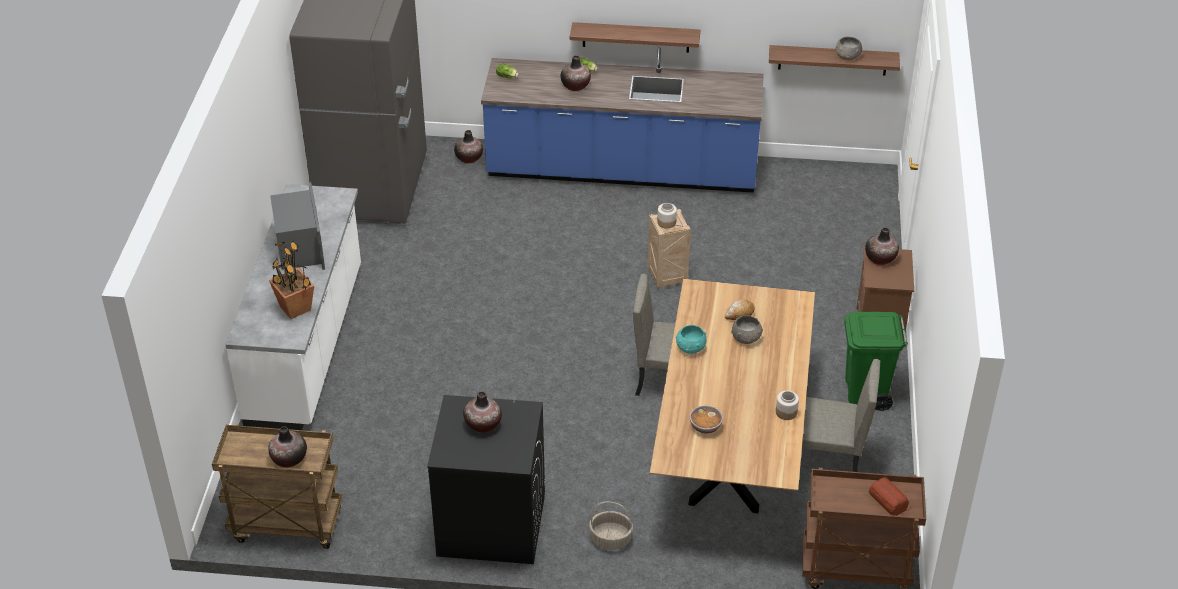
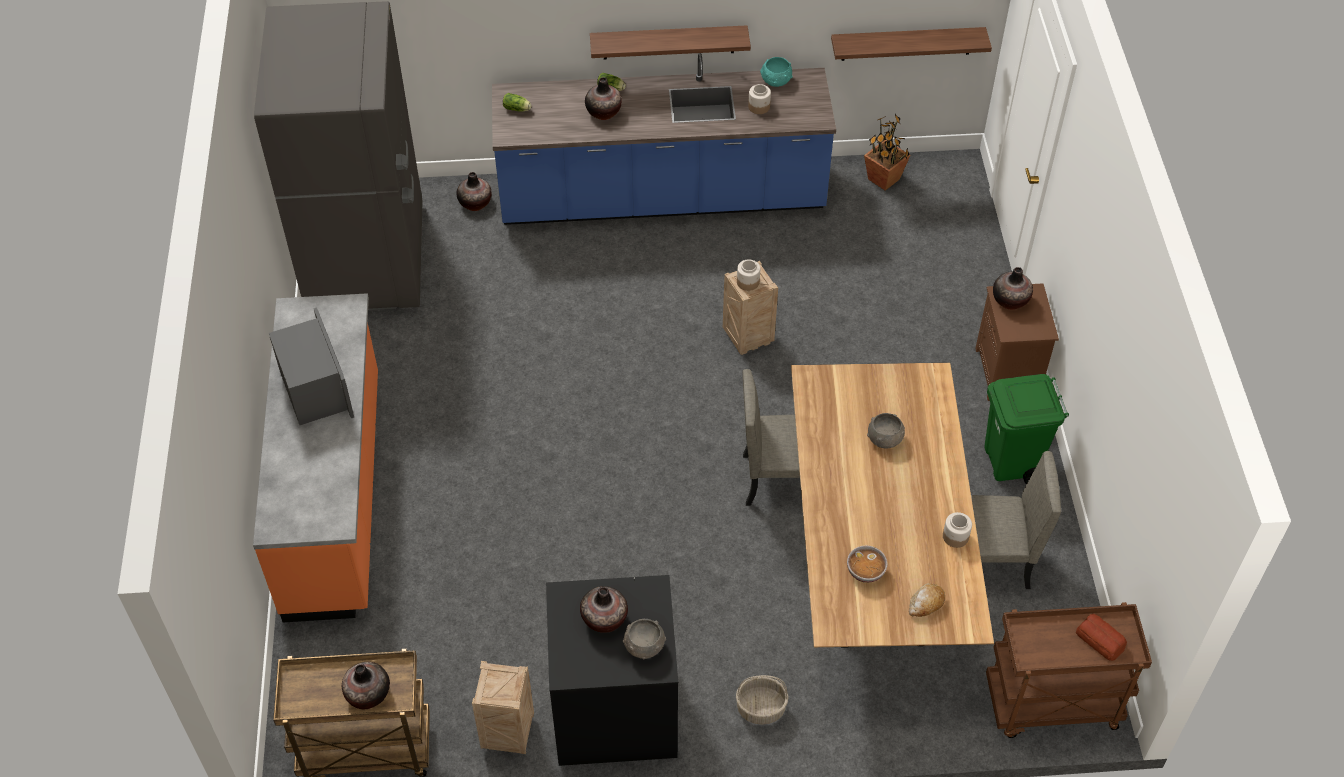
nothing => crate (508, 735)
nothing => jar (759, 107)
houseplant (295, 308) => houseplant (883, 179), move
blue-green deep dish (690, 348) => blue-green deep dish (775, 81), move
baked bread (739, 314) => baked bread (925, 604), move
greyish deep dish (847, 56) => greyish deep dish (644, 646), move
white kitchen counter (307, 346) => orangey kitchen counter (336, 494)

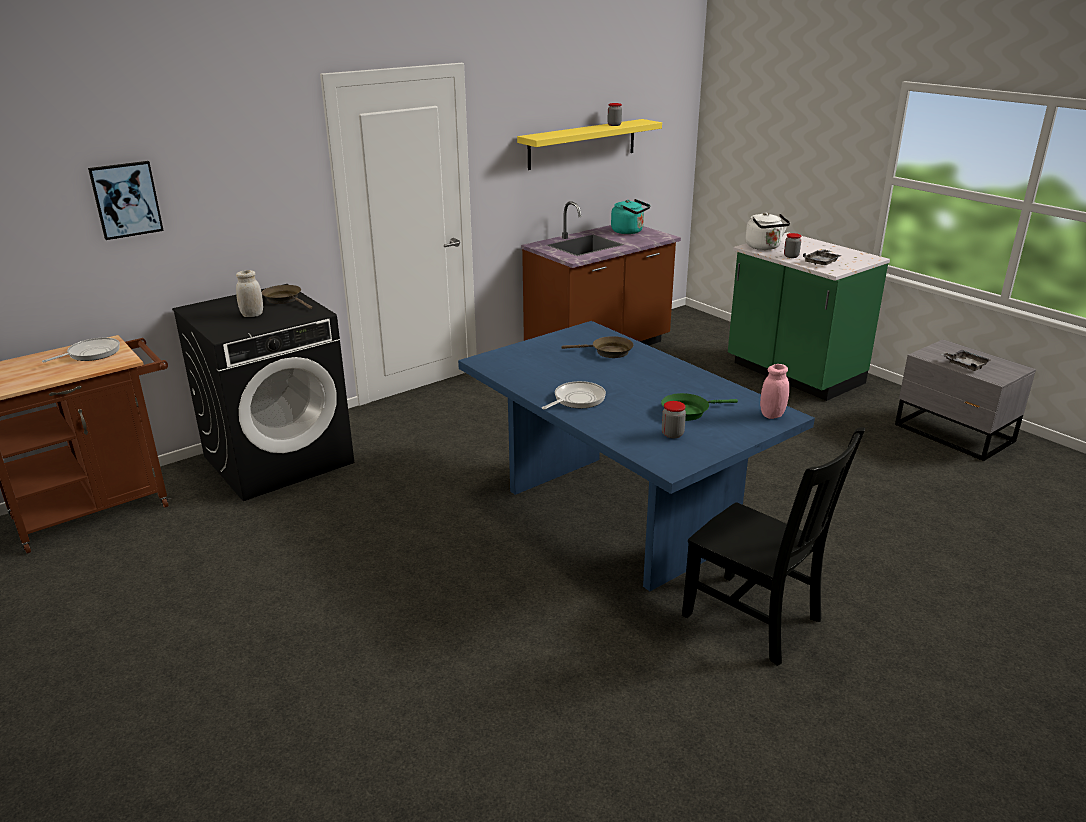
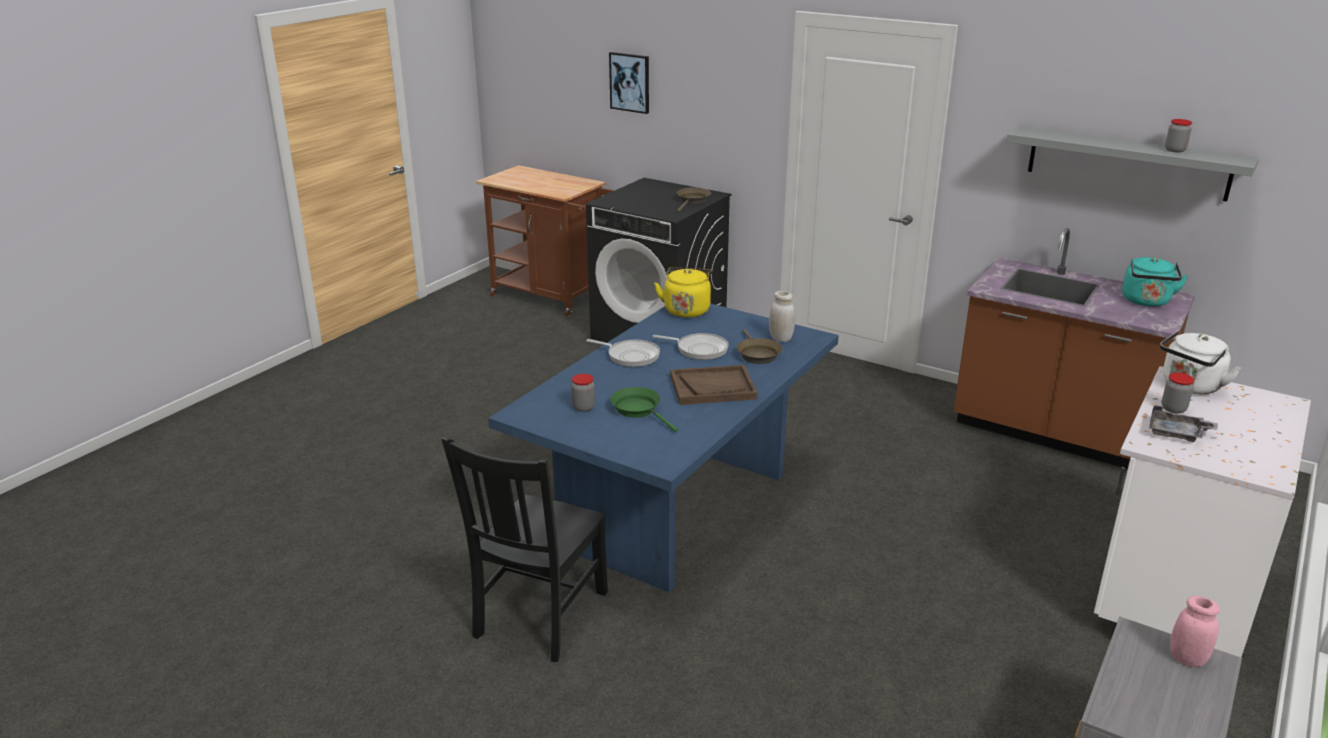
greyish serving tray (965, 365) => nothing
nothing => yellowish water kettle (686, 310)
nothing => brown serving tray (713, 387)
frying pan (91, 354) => frying pan (699, 349), move
white jar (252, 315) => white jar (780, 338), move
pinkish jar (772, 415) => pinkish jar (1187, 659), move
yellowish wall shelf (582, 144) => greyish wall shelf (1128, 163)
greenish kitchen counter (793, 374) => white kitchen counter (1170, 601)

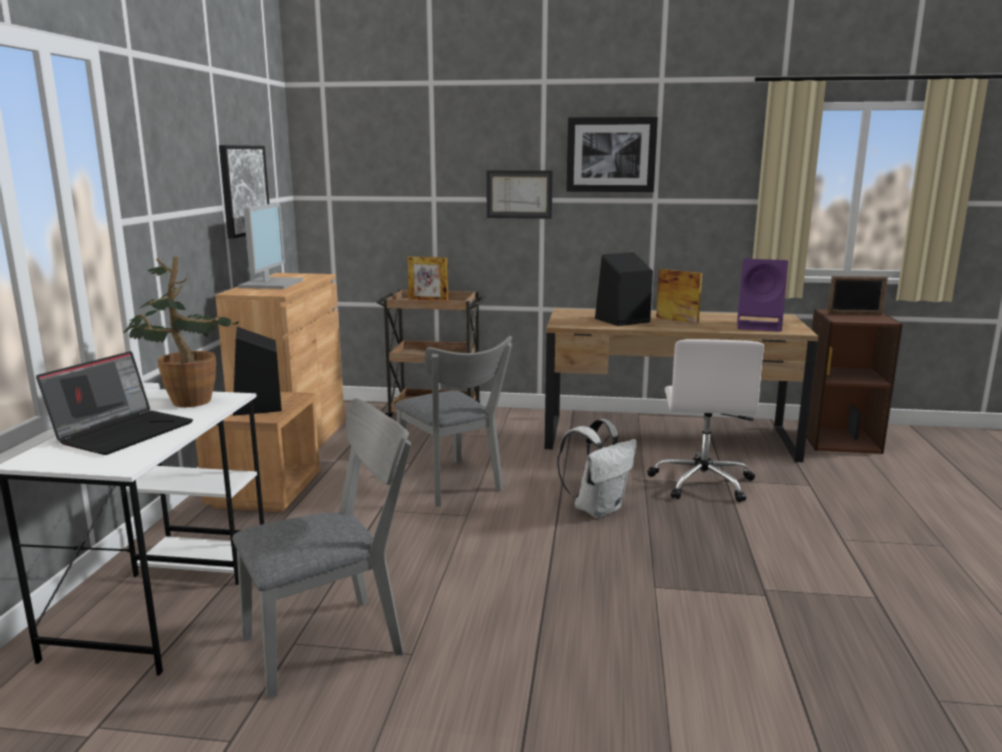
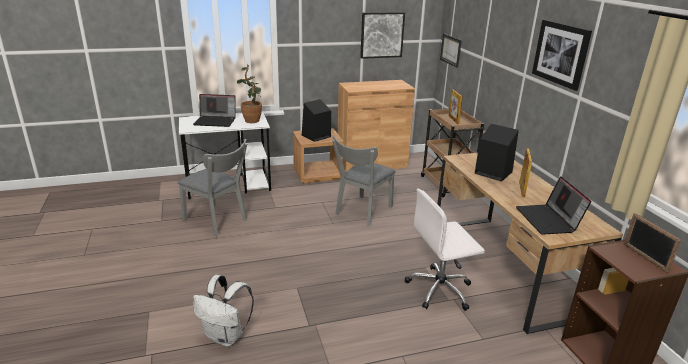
computer screen (271, 284) => nothing
wall art (519, 194) => wall art (451, 50), move
white backpack (597, 509) => white backpack (226, 336), move
purple-coloured loudspeaker (760, 326) => laptop (548, 220)

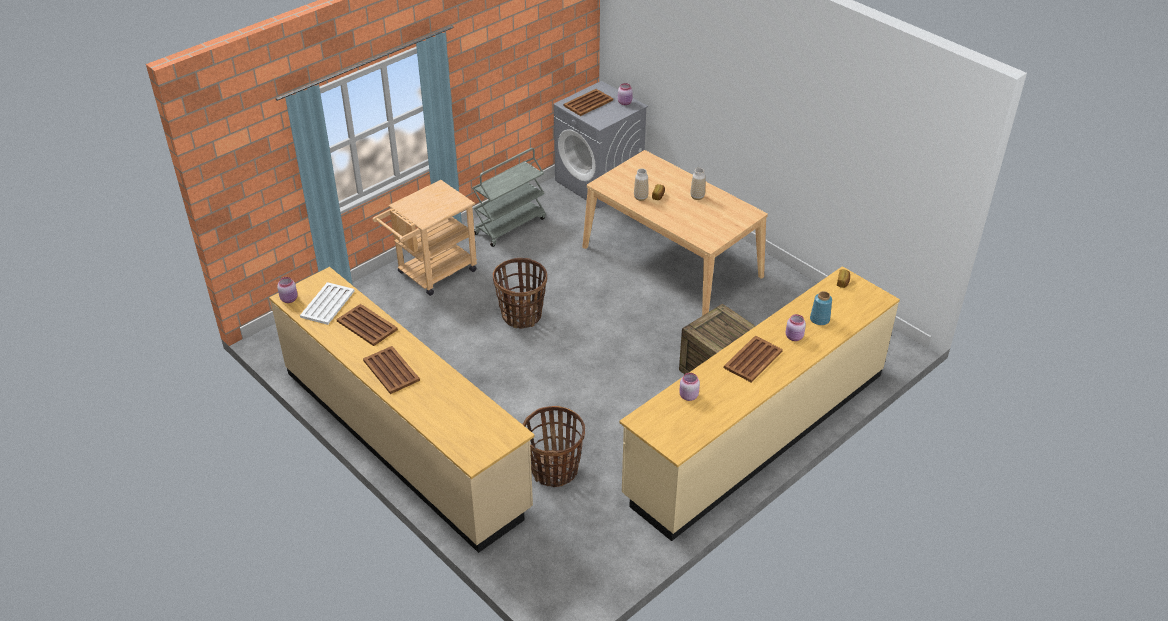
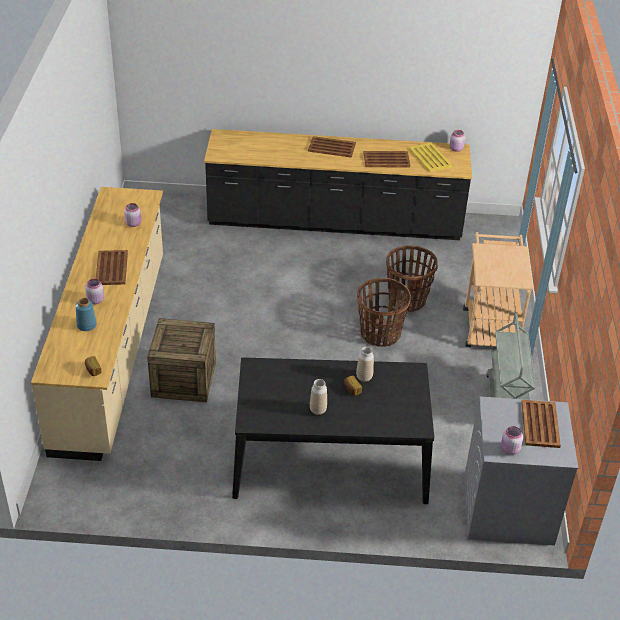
storage basket (554, 470) => storage basket (407, 299), move
sand-coloured kitchen counter (404, 438) => black kitchen counter (334, 222)
white serving tray (328, 303) => yellowish serving tray (430, 158)
sand-coloured dining table (671, 261) => black dining table (330, 459)

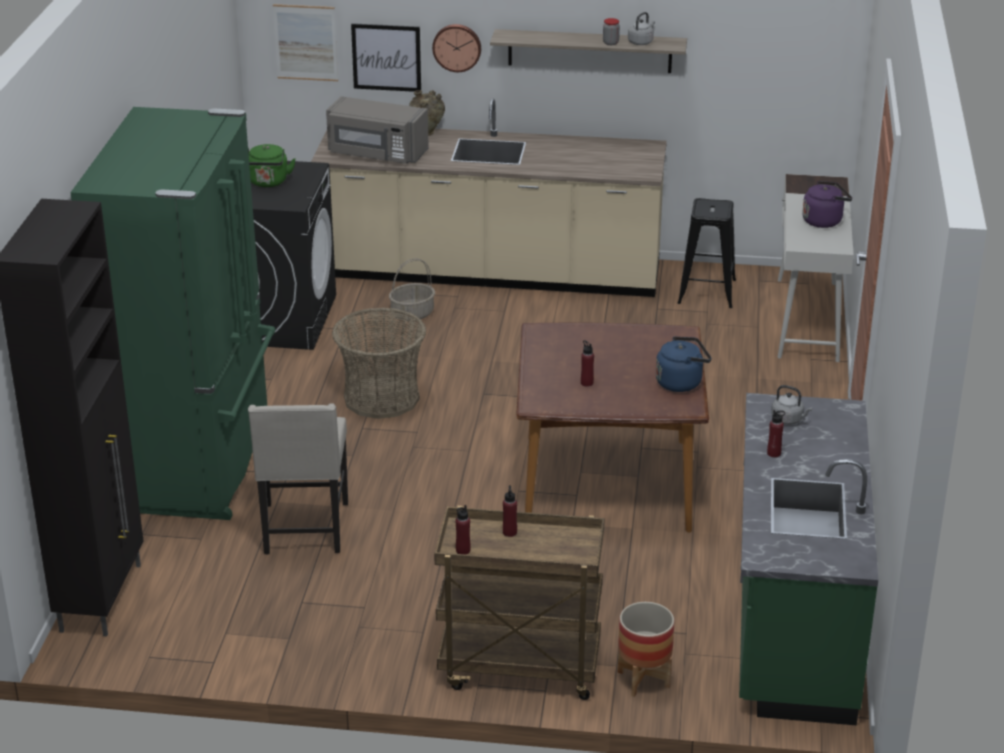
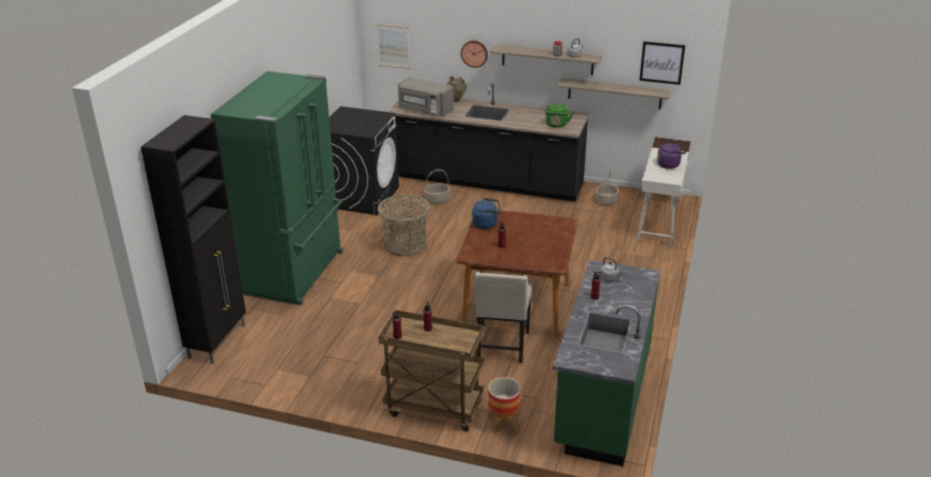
nothing => wall shelf (614, 93)
greenish water kettle (268, 182) => greenish water kettle (556, 125), move
sand-coloured chair (304, 530) => sand-coloured chair (502, 346), move
wall art (386, 57) => wall art (662, 63), move
blue water kettle (681, 382) => blue water kettle (486, 224), move
black stool (707, 292) => storage basket (606, 201)
sand-coloured kitchen counter (491, 273) => black kitchen counter (487, 181)

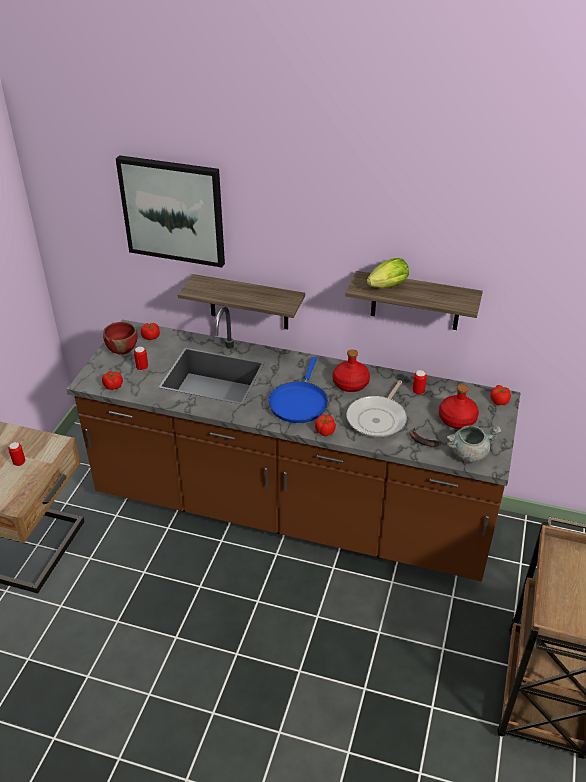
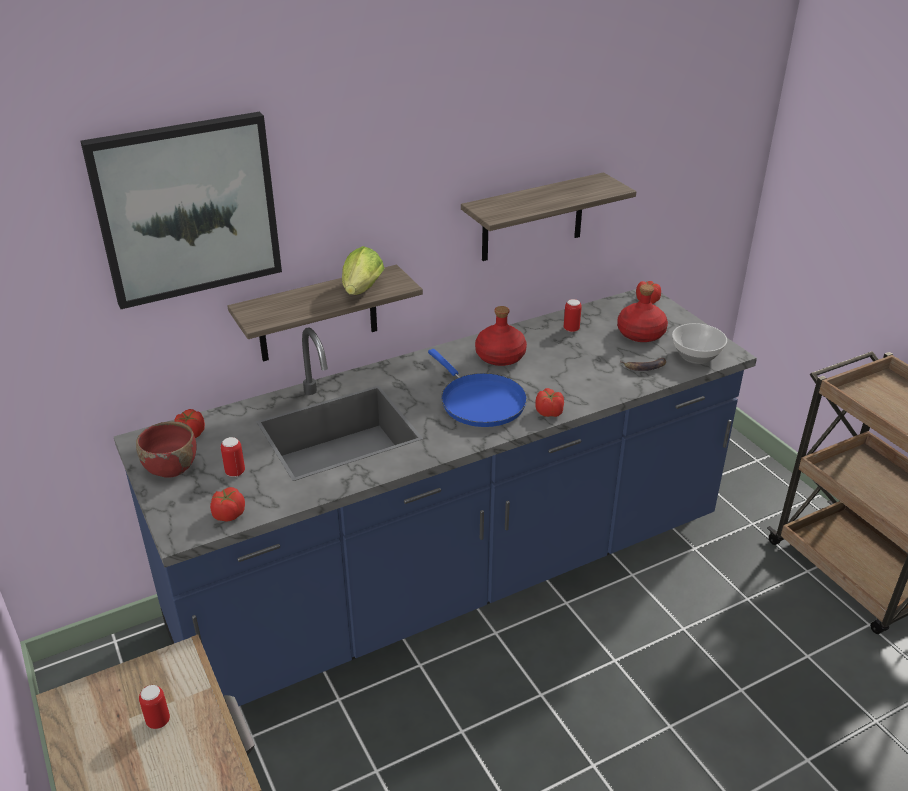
frying pan (378, 418) => nothing
lettuce head (385, 287) => lettuce head (361, 292), move
greyish saucepot (468, 454) => deep dish (695, 355)
brown kitchen counter (292, 510) => blue kitchen counter (453, 577)

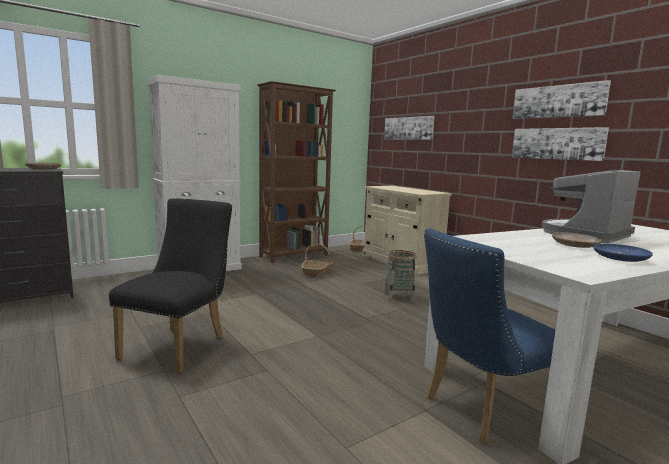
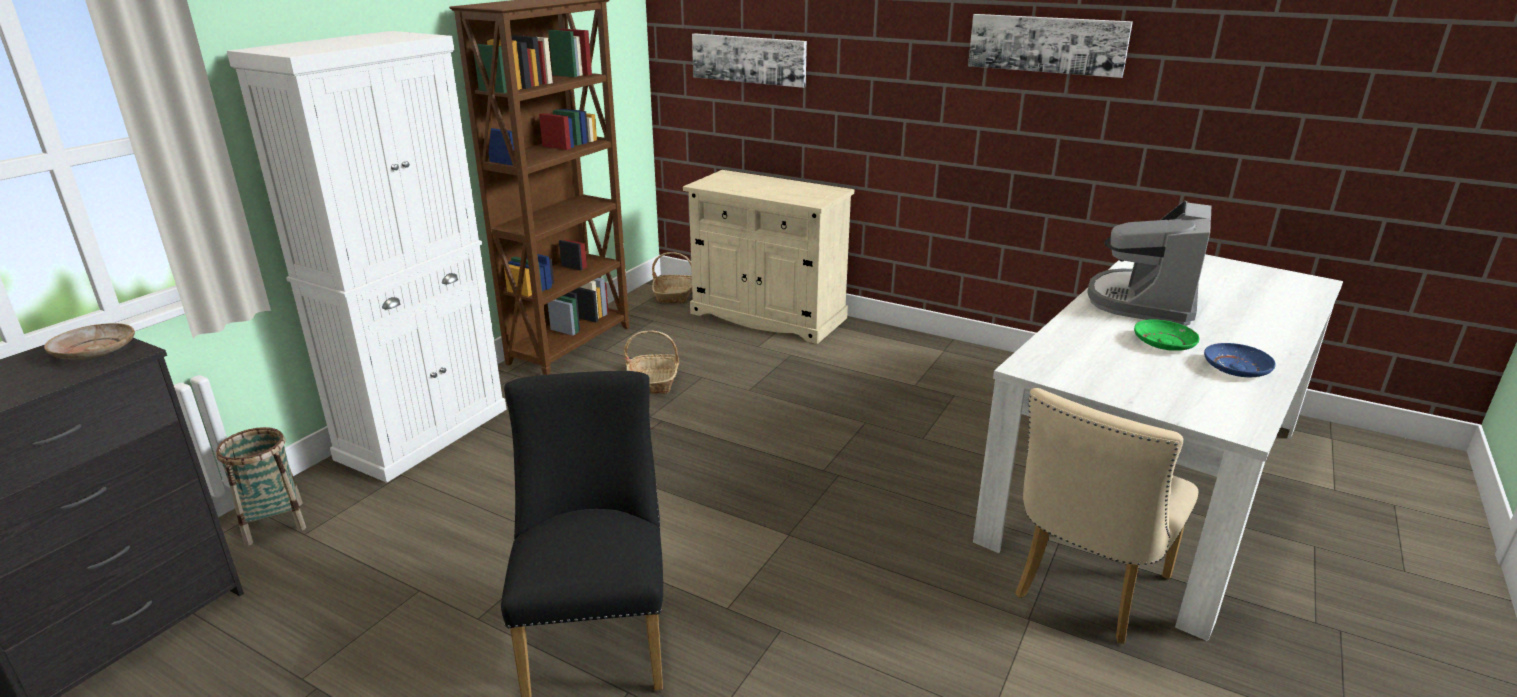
wall art (557, 143) => nothing
storage basket (399, 297) => storage basket (274, 523), move
blue chair (480, 409) => sand-coloured chair (1084, 591)
sand-coloured dinner plate (575, 245) => greenish dinner plate (1164, 343)

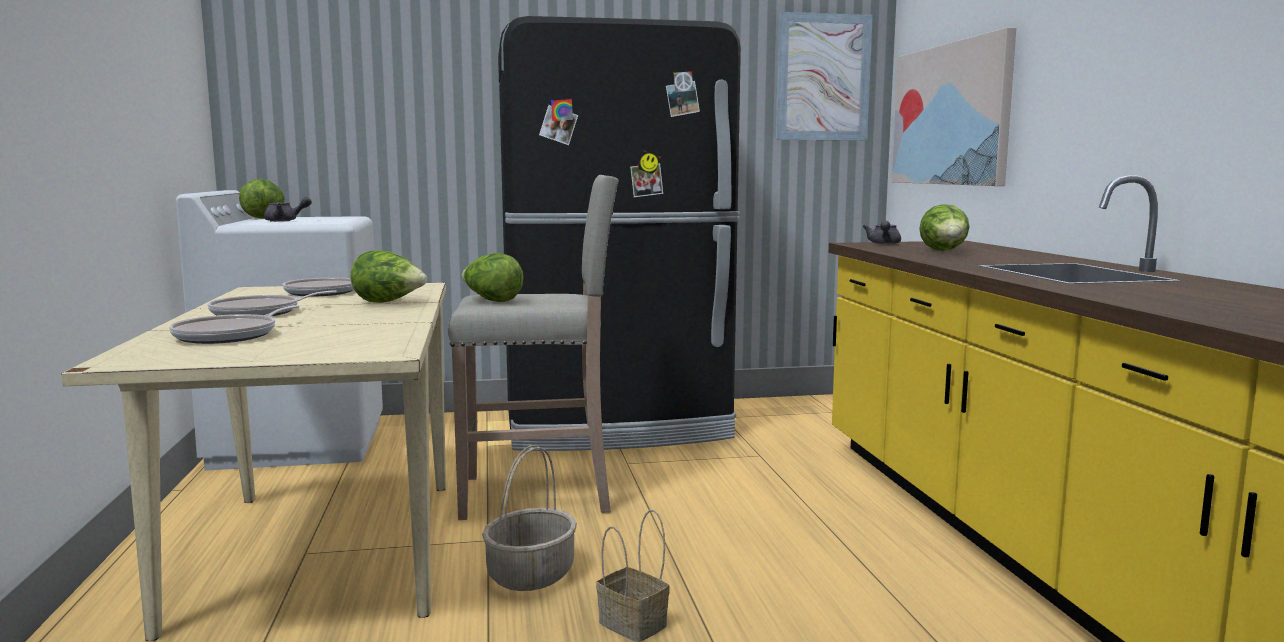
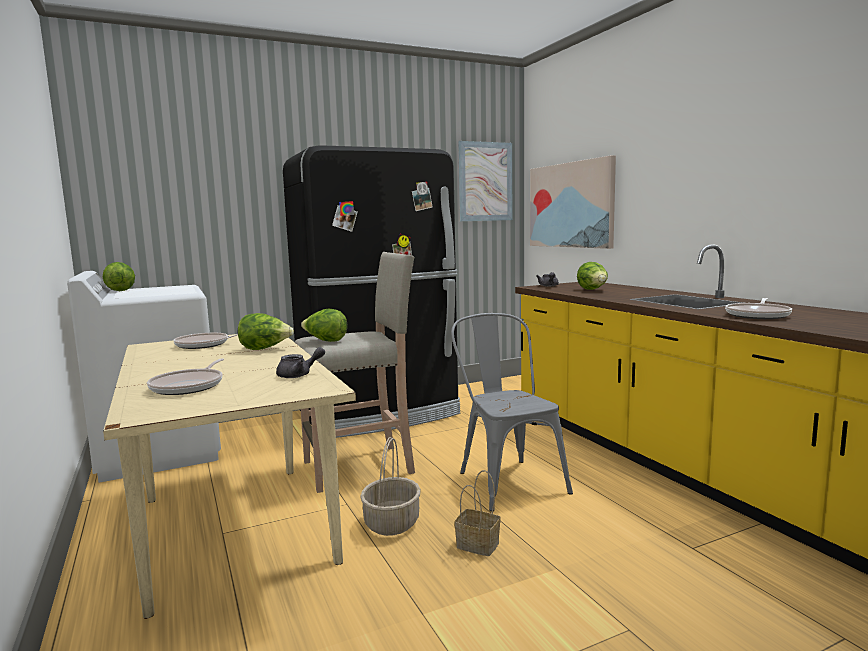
nothing => greyish chair (506, 479)
frying pan (260, 313) => frying pan (758, 315), move
greyish pot for tea (285, 221) => greyish pot for tea (299, 375), move

